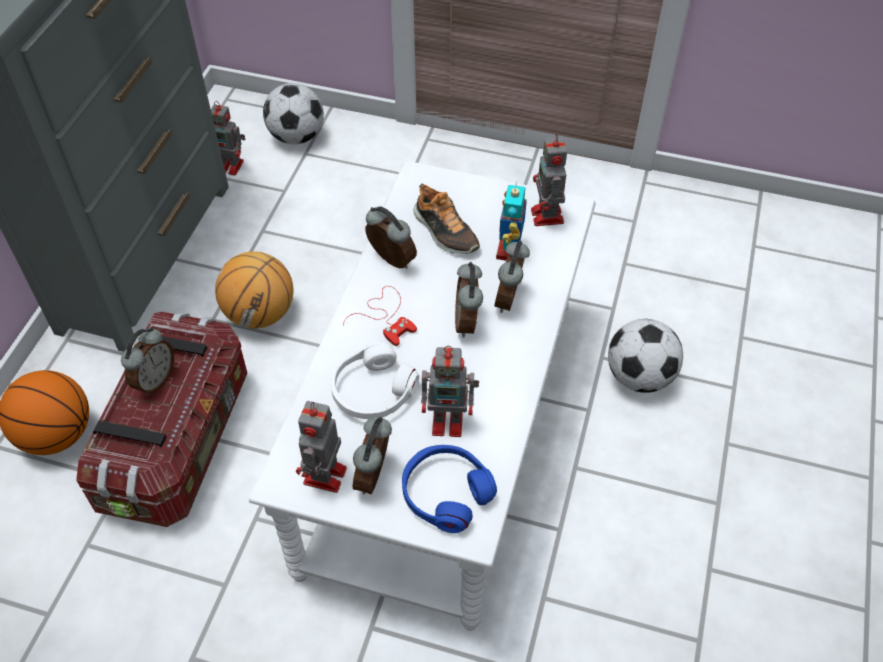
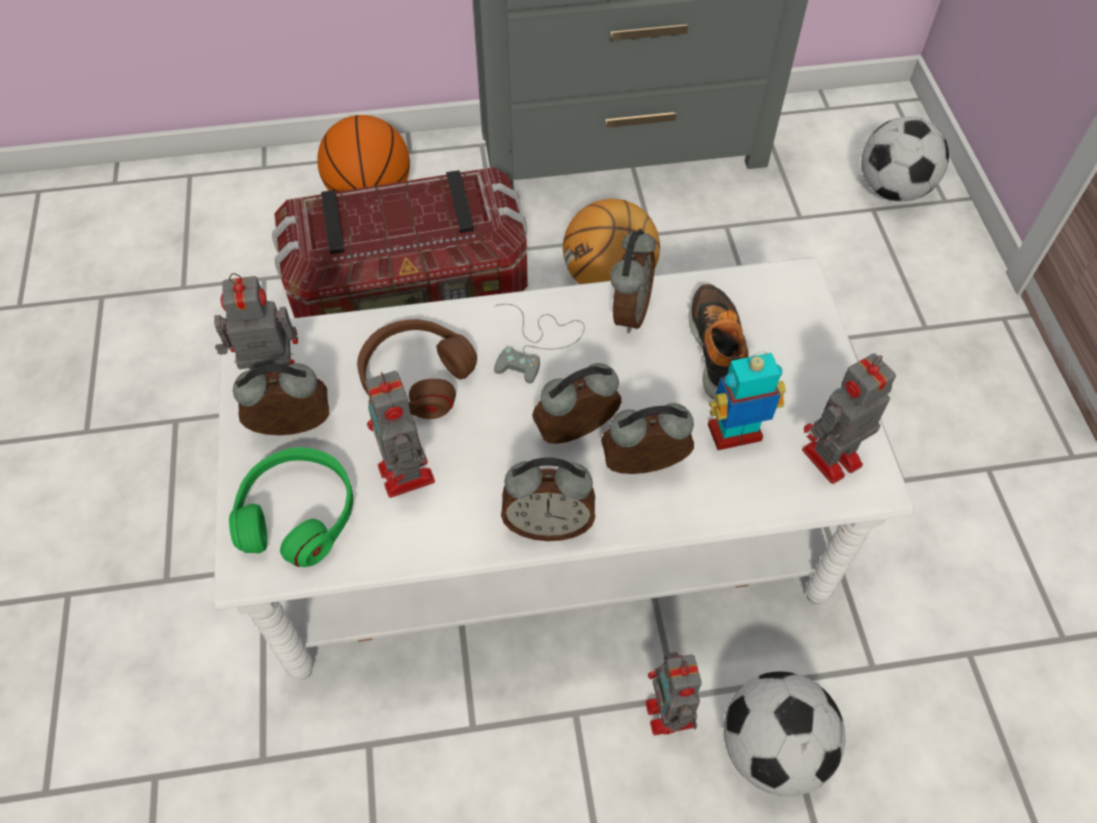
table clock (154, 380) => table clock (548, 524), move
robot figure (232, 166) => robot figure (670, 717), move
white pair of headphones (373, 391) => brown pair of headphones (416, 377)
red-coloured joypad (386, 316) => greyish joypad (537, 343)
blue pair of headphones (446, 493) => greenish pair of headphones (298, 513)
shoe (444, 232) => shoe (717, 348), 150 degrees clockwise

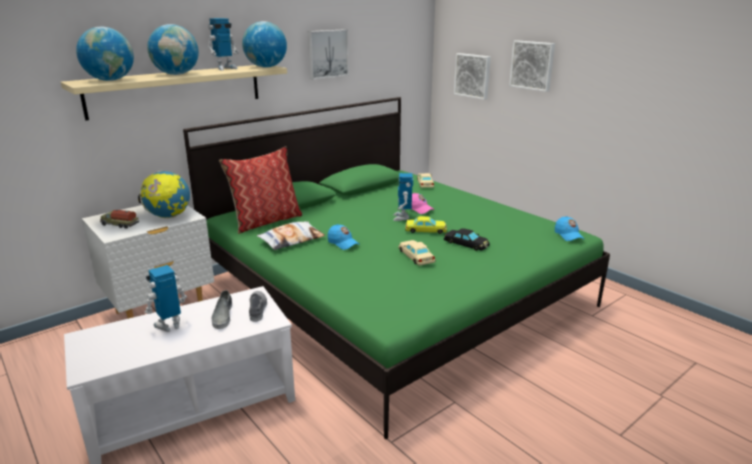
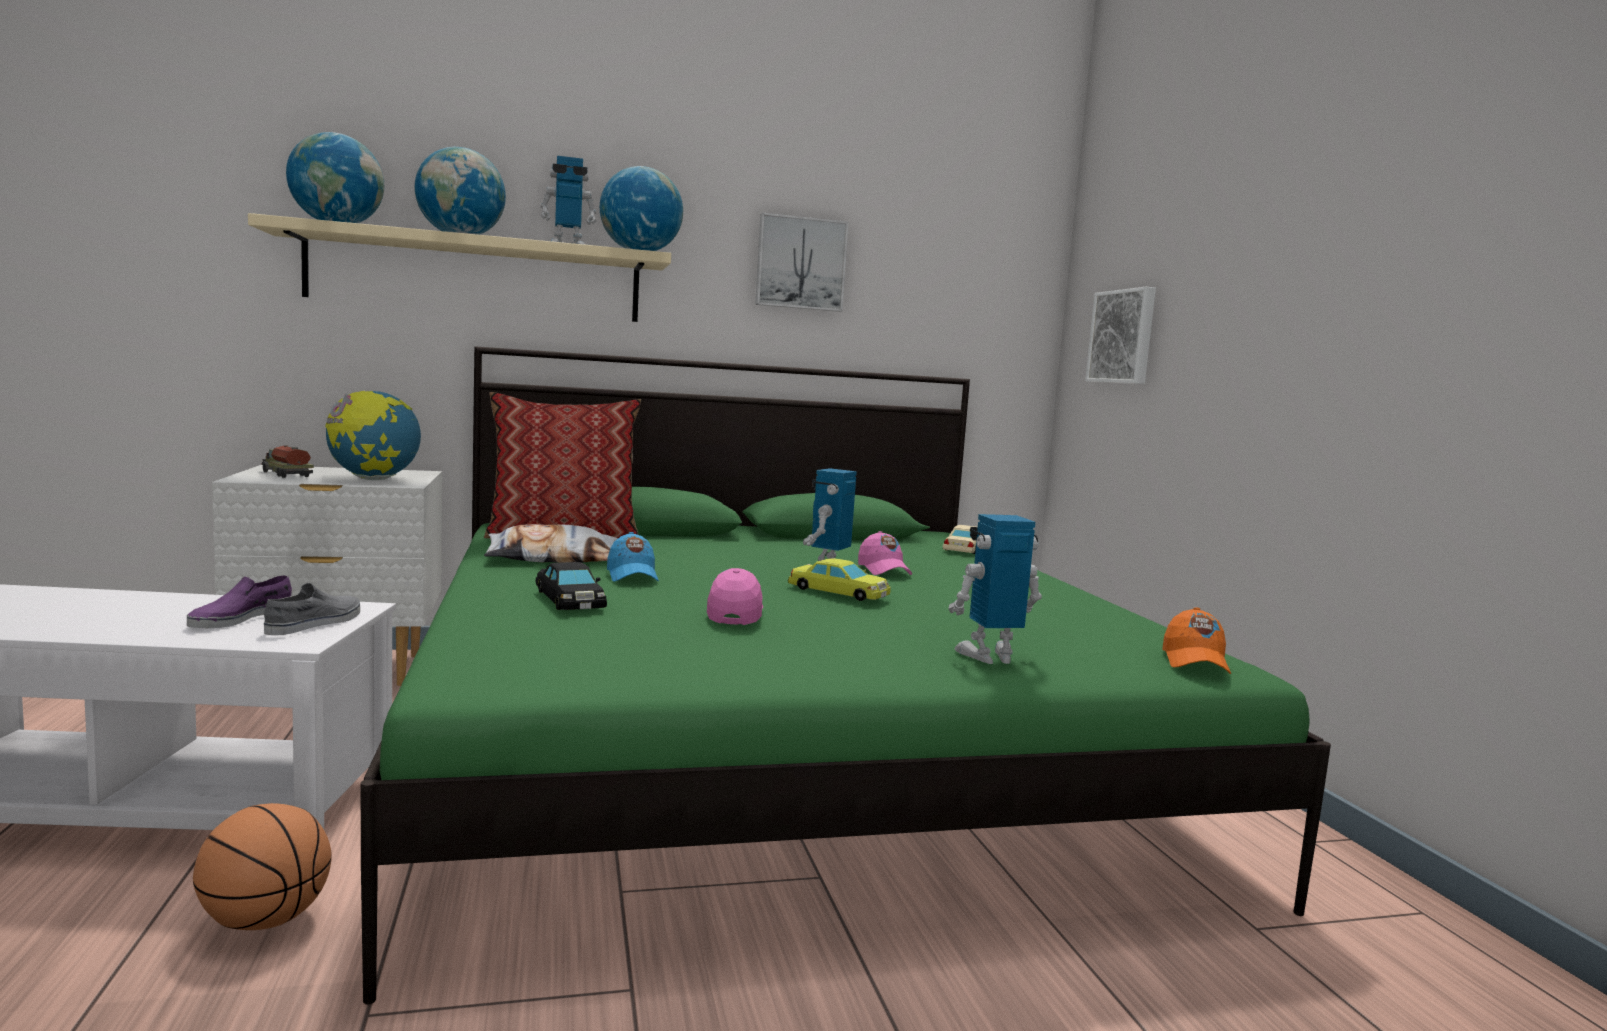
wall art (532, 65) => nothing
nothing => basketball (265, 921)
robot figure (169, 326) => robot figure (990, 657), move
black miniature car (466, 243) => black miniature car (570, 599), move
sand-coloured miniature car (416, 256) => pinkish cap (735, 613)
greyish shoe (222, 316) => purple-coloured shoe (240, 618)
blue cap (568, 235) => orangey cap (1194, 662)

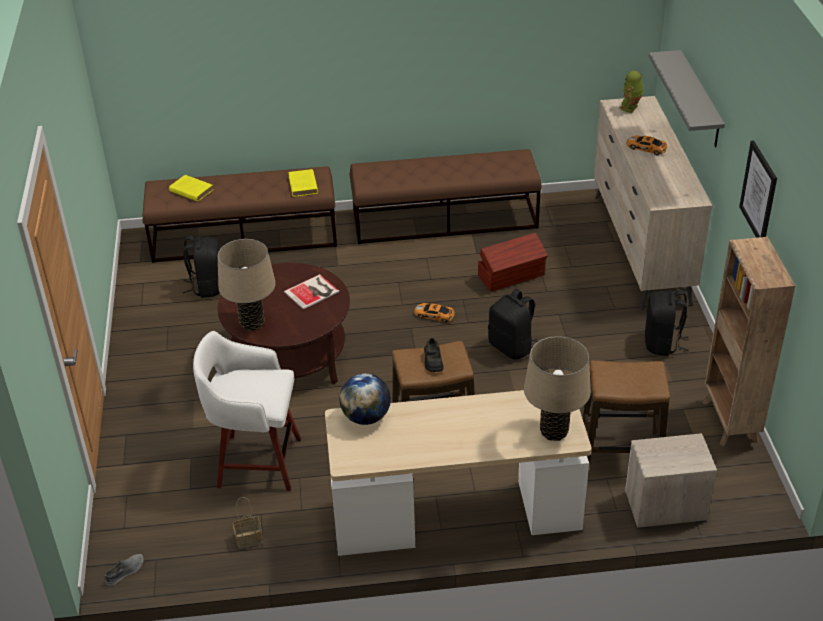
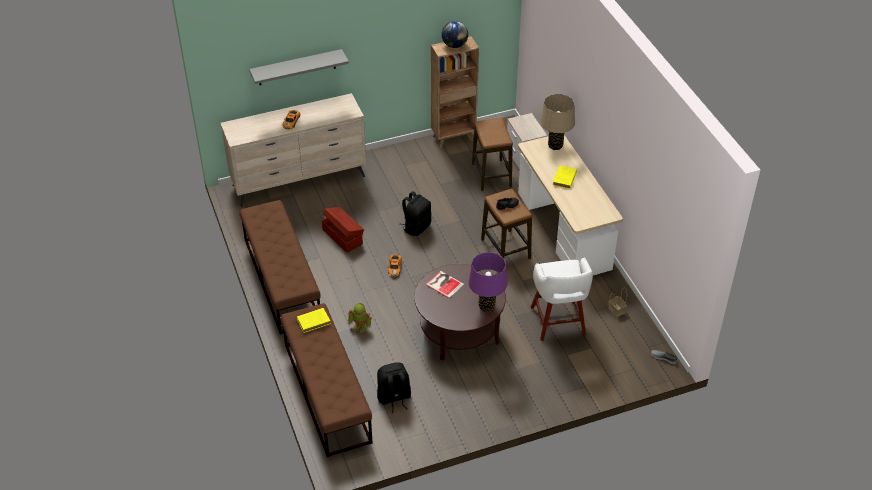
black backpack (662, 343) => nothing
wall art (759, 193) => nothing
yellowish bound book (190, 190) => yellowish bound book (564, 179), move
desk globe (366, 417) => desk globe (454, 45), move
robot figure (630, 108) => robot figure (360, 326), move
sand-coloured tabletop lamp (252, 323) => purple-coloured tabletop lamp (486, 306)

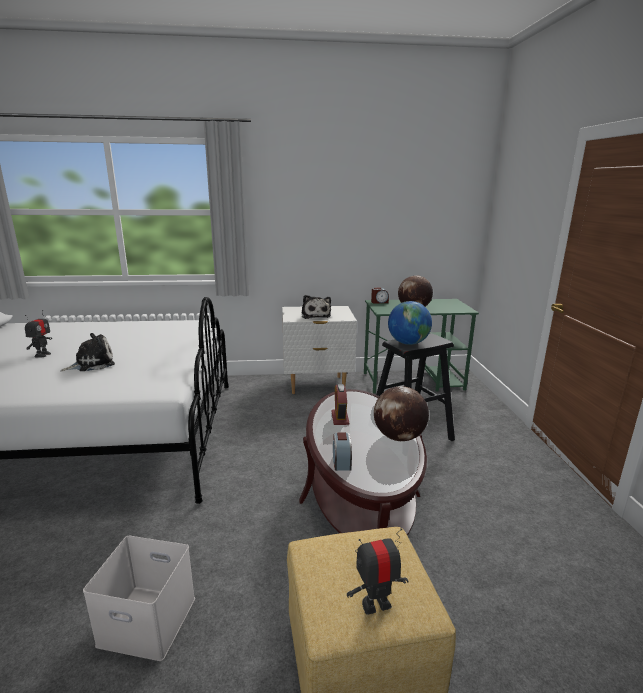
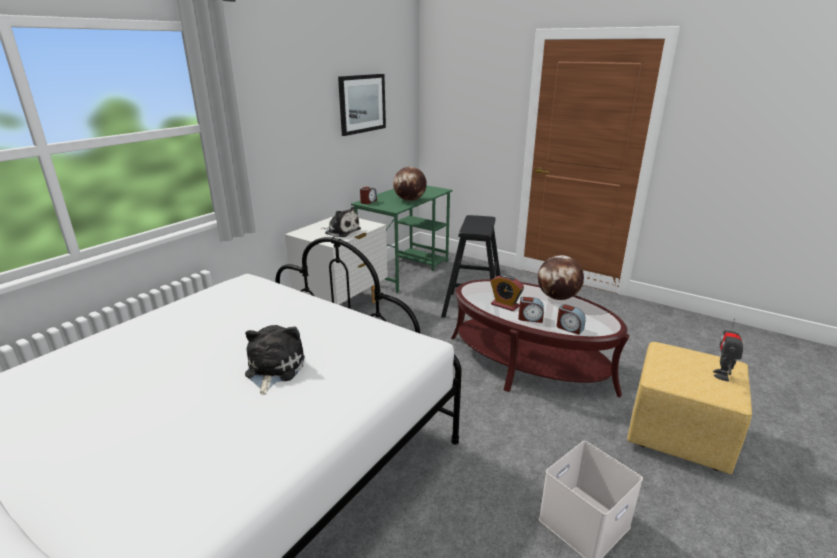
robot figure (42, 355) => nothing
desk globe (408, 343) => nothing
nothing => wall art (362, 103)
nothing => table clock (530, 318)

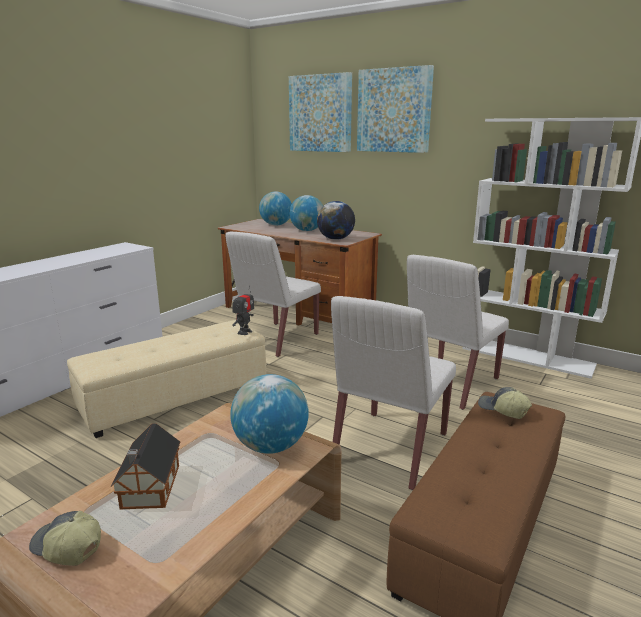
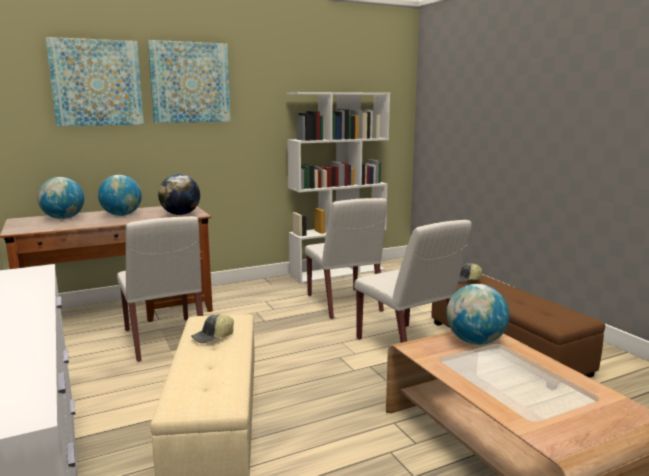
toy house (149, 488) => nothing
robot figure (244, 332) => nothing
cap (66, 548) => cap (213, 337), move

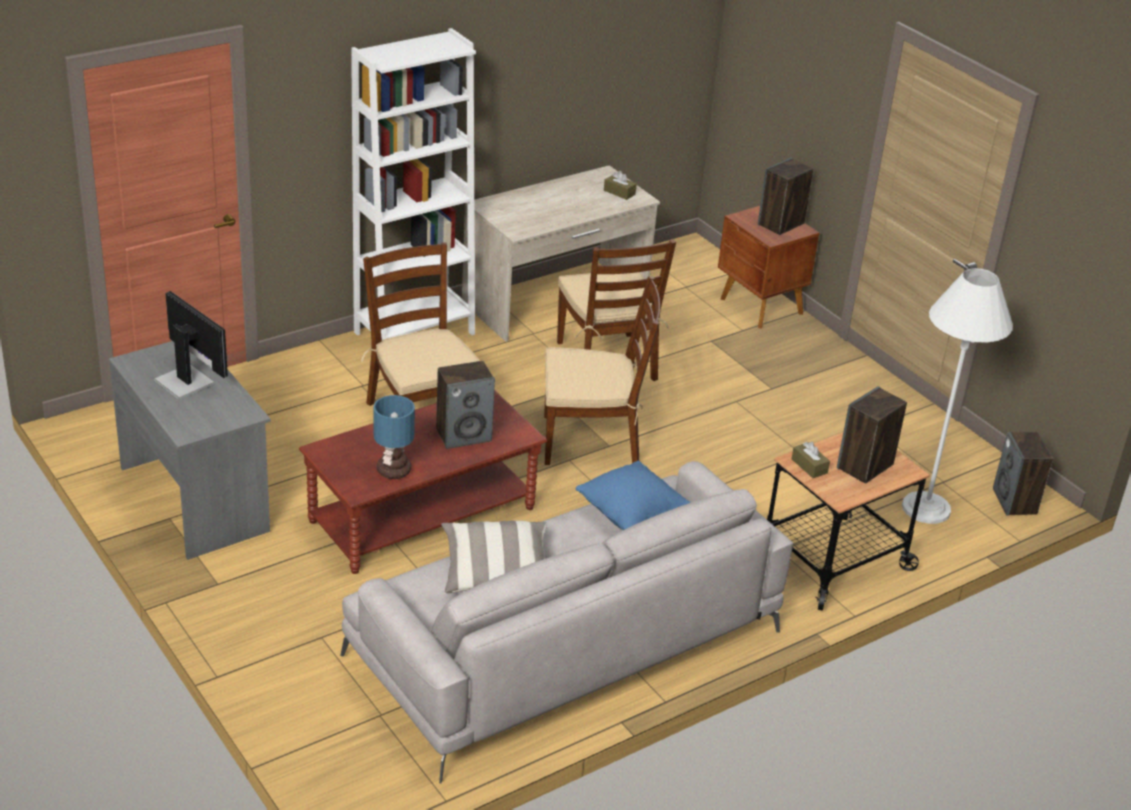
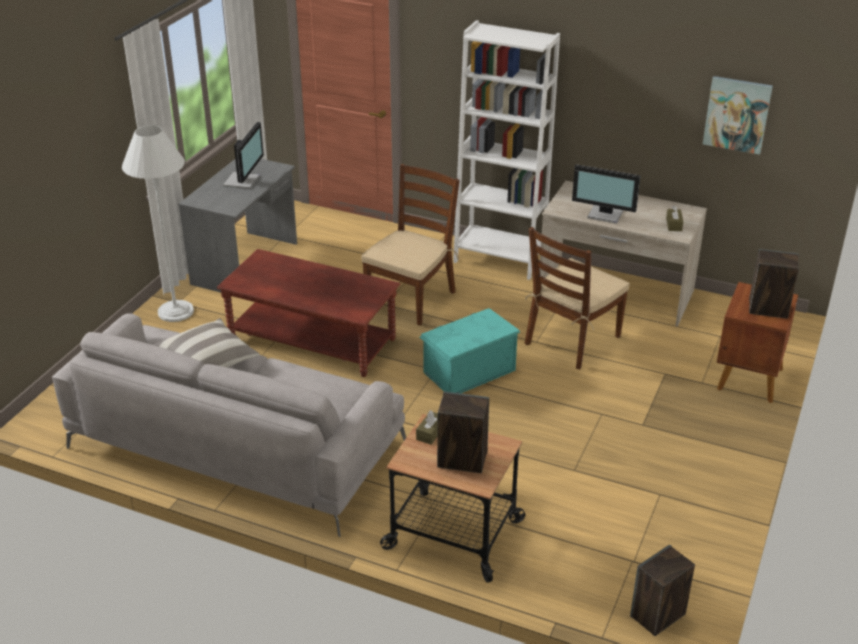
tabletop lamp (394, 471) => nothing
loudspeaker (464, 435) => nothing
blue cushion (631, 515) => nothing
nothing => computer screen (605, 215)
nothing => wall art (737, 114)
white standing lamp (926, 508) => white standing lamp (175, 311), move
brown chair (592, 441) => blue-green storage container (468, 371)

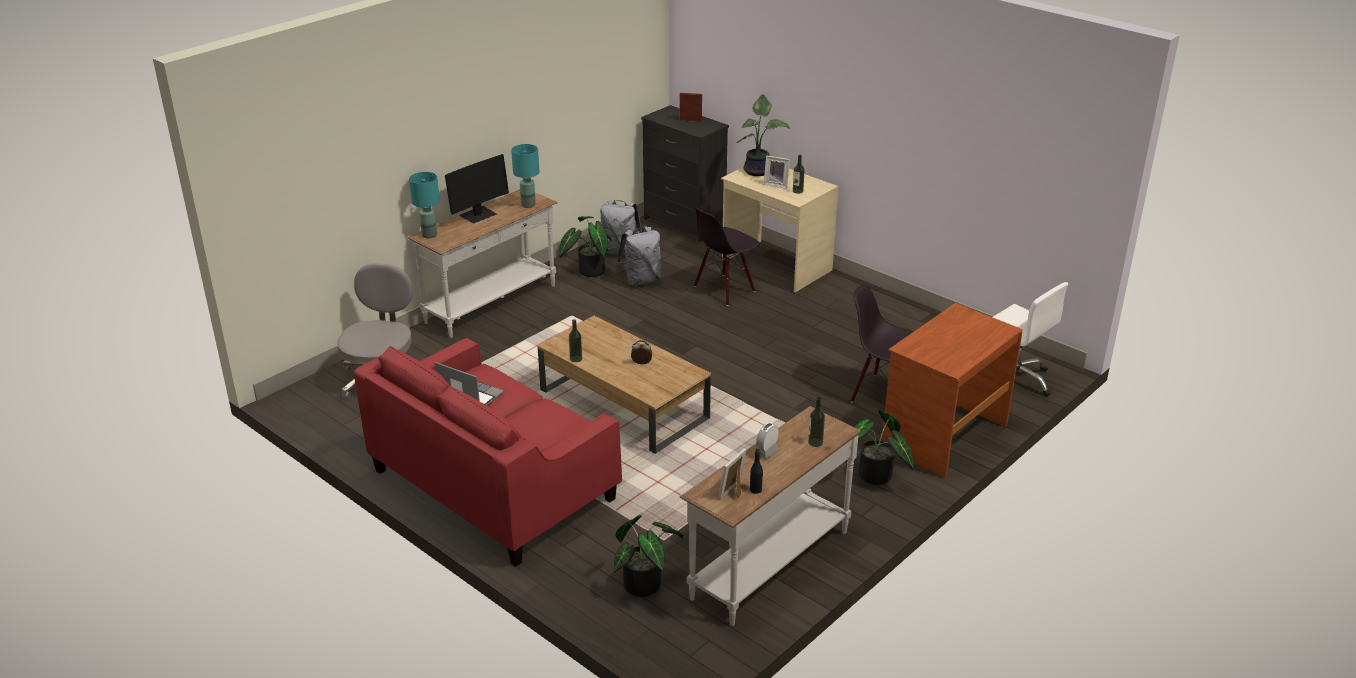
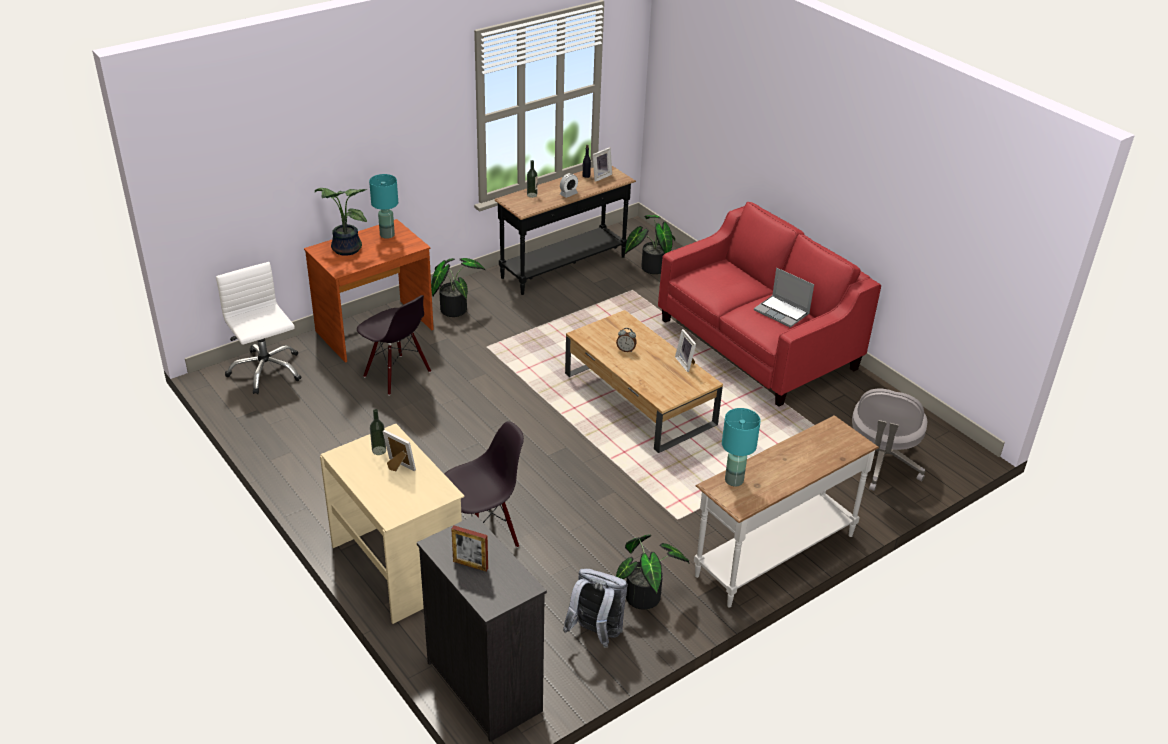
computer screen (478, 215) => nothing
greyish backpack (641, 280) => nothing
blue-green tabletop lamp (429, 235) => blue-green tabletop lamp (387, 235), move
houseplant (758, 171) => houseplant (344, 249), move
beverage bottle (576, 359) => photo frame (686, 363)
white narrow table (768, 564) => black narrow table (564, 268)

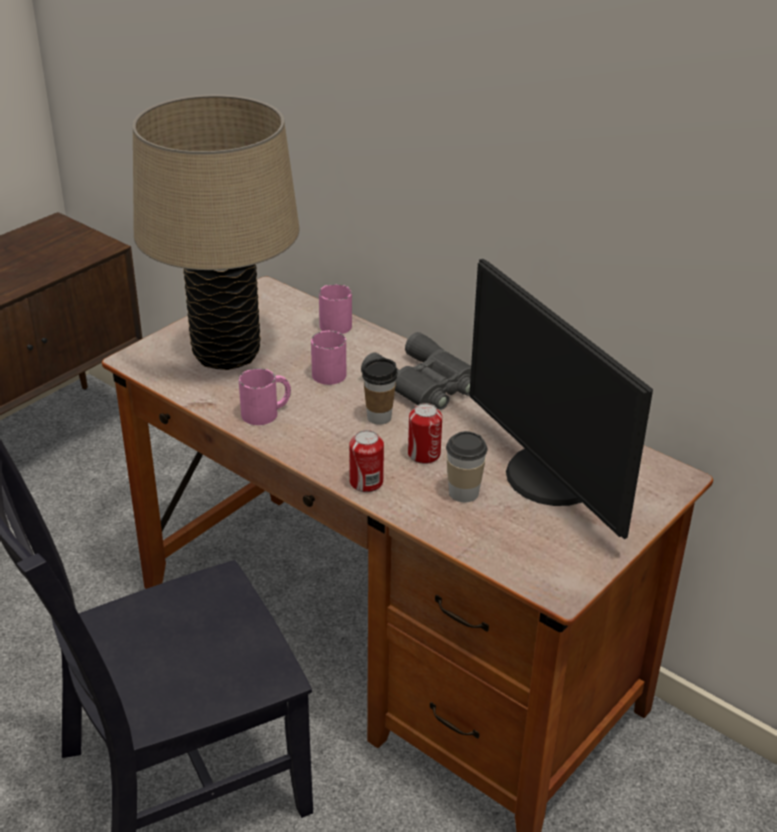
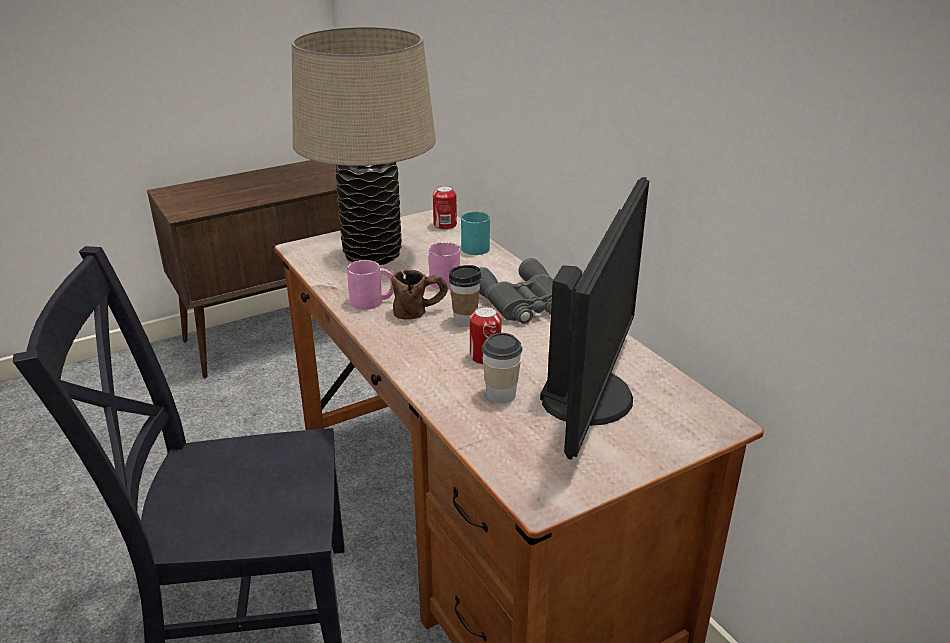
nothing => brown mug (420, 311)
sealed can (366, 482) => sealed can (445, 225), move
pinkish mug (332, 322) => blue-green mug (474, 246)
computer screen (548, 477) => computer screen (590, 397), 150 degrees counterclockwise

